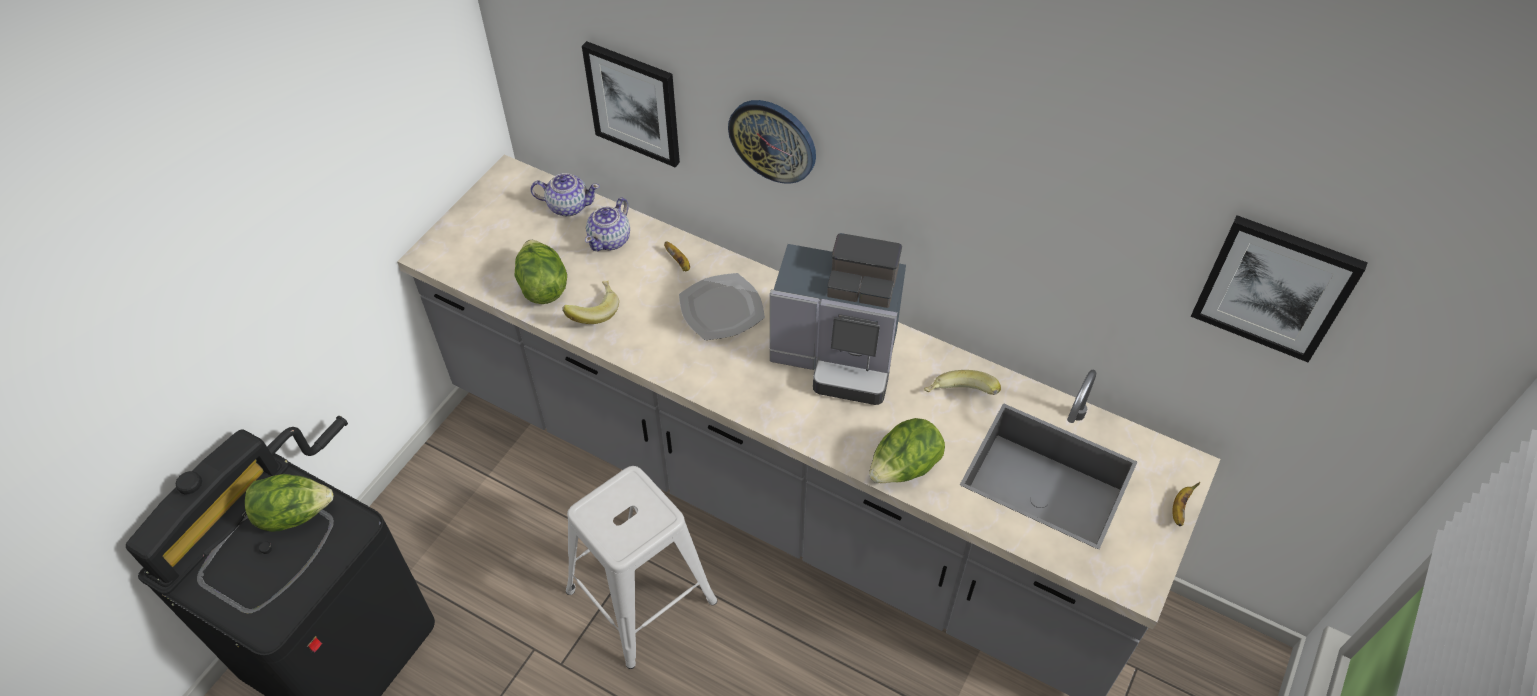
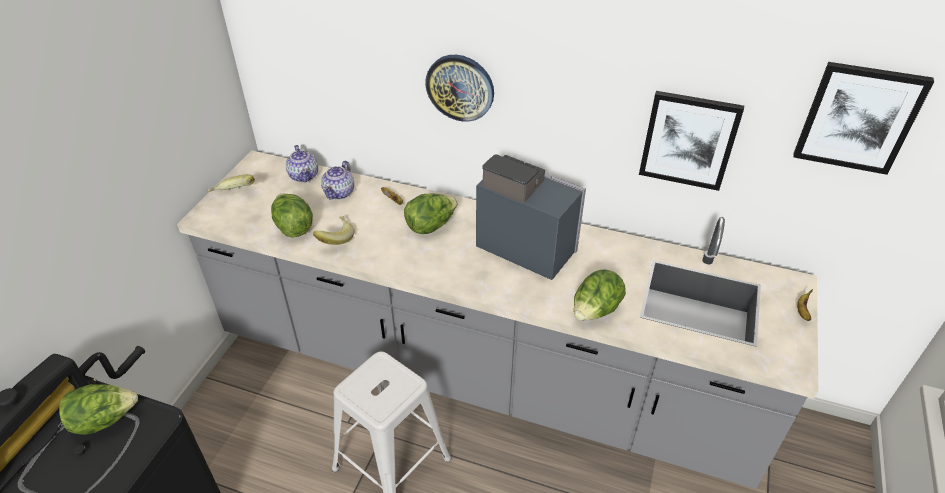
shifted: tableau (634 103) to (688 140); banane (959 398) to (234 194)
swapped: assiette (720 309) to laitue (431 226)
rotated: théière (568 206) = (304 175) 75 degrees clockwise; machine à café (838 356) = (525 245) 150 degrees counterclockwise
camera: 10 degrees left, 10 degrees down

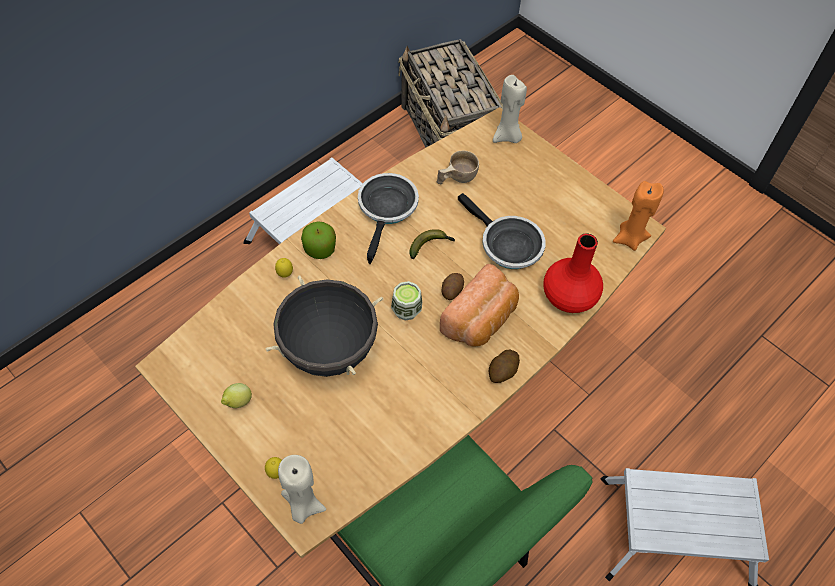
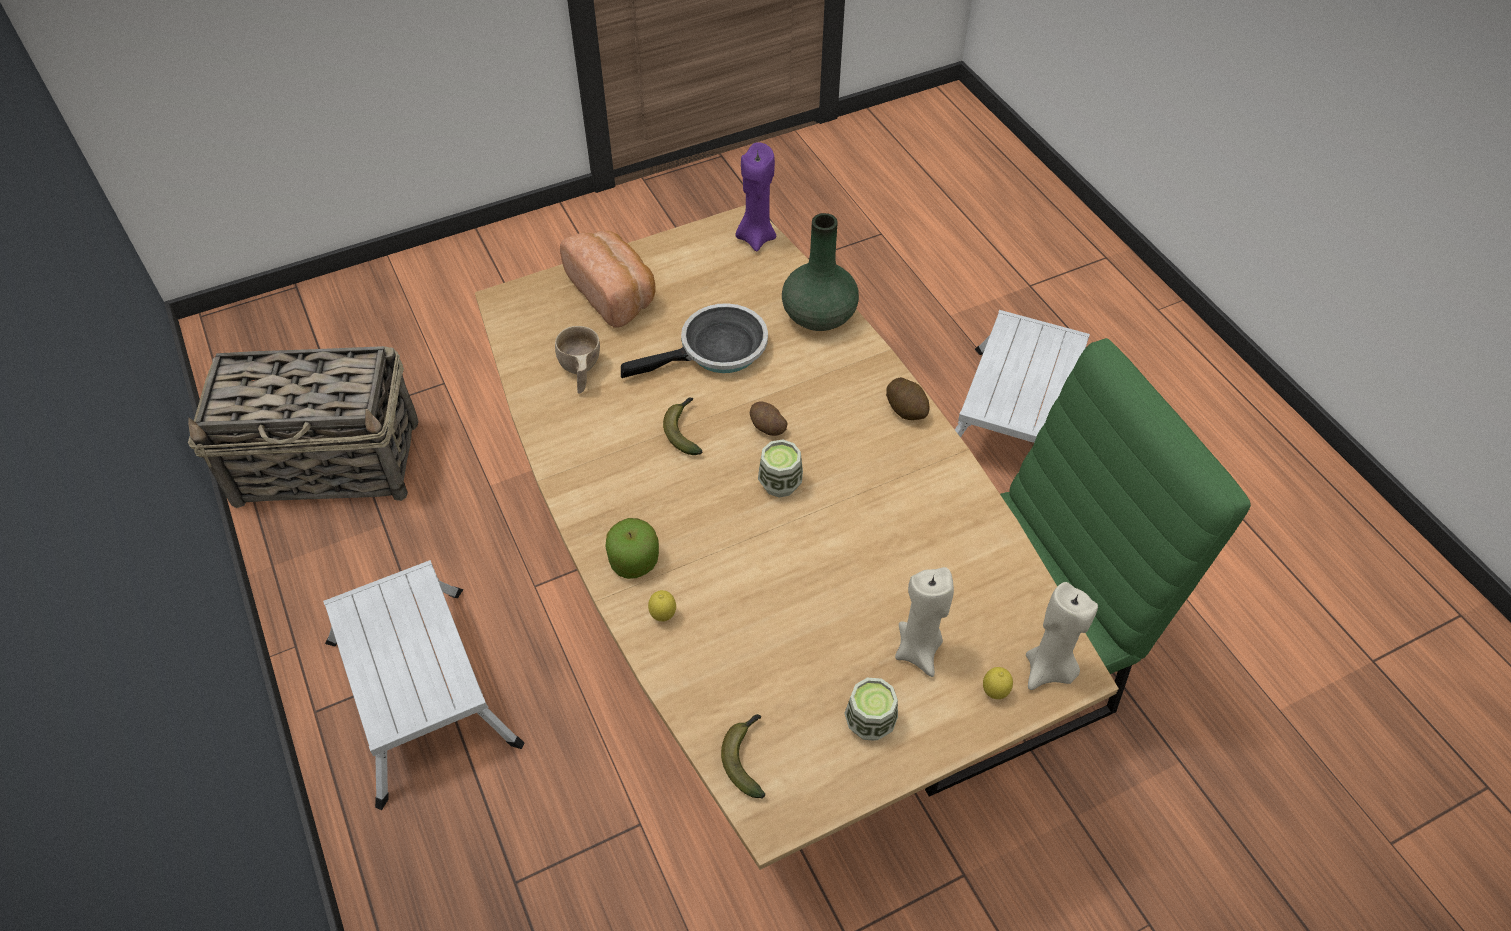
gone: poêle (387 210); marmite [noir] (328 349)
new: banane (747 757)
shifted: bougie [beige] (507 137) to (919 650); pain (481 320) to (614 293)
swapped: citron (238 402) to tasse (869 722)
repainted: bougie [orange] (629 239) to bougie [violet] (756 237); vase [rouge] (568 297) to vase [vert] (818 317)
camera: 70 degrees left, 5 degrees down

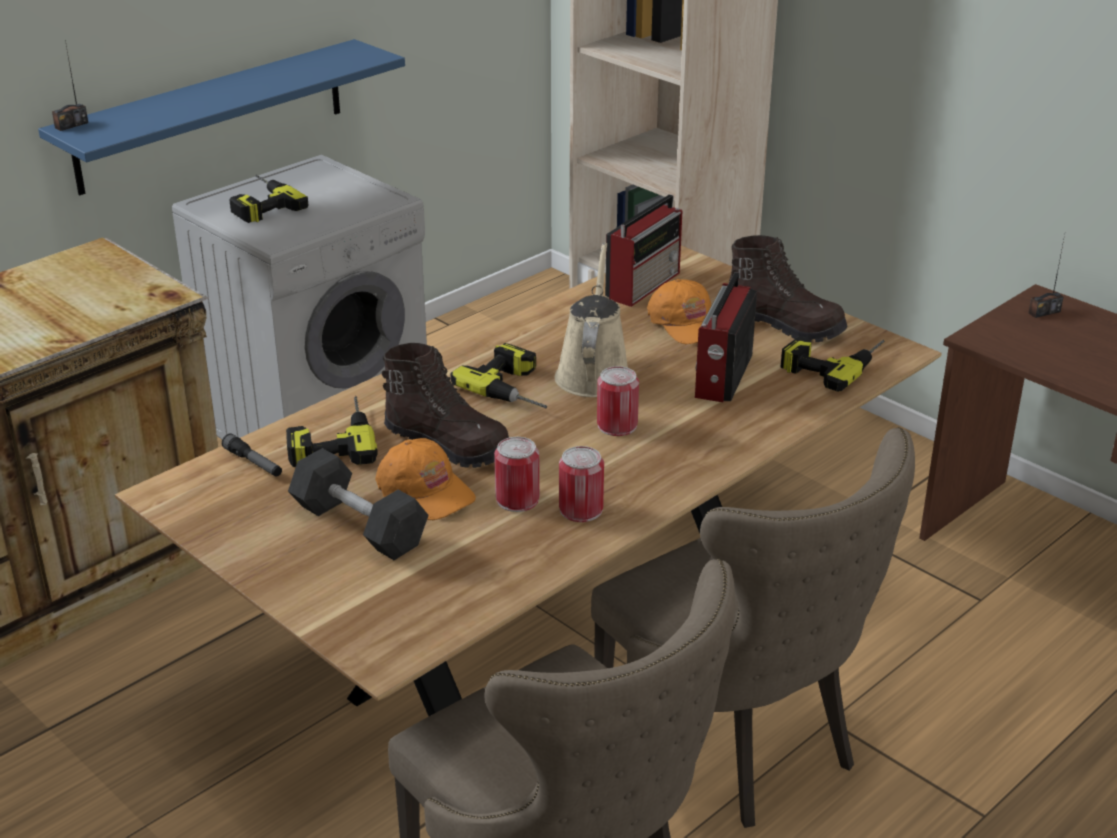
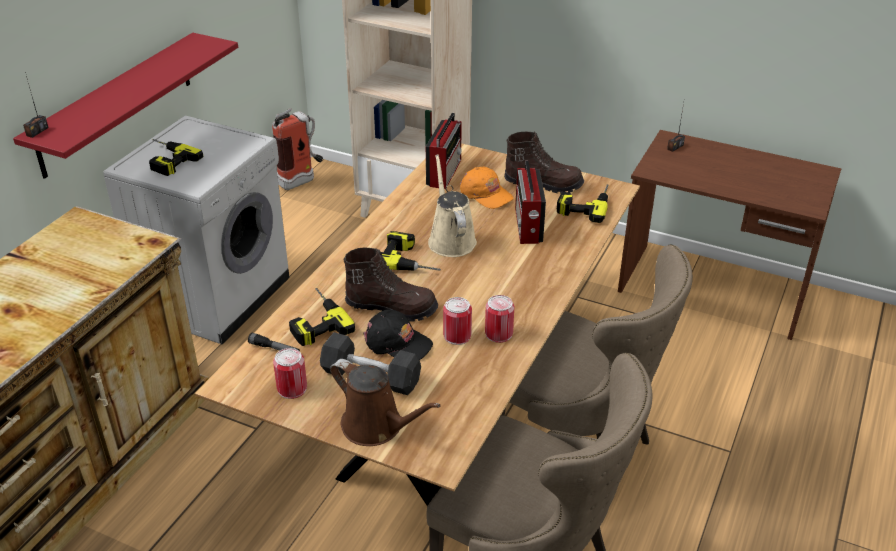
new: extincteur (302 180); arrosoir [marron] (376 427)
shifted: boîte métallique (617 425) to (292 388)
repainted: étagère [bleu] (211 116) to étagère [rouge] (116 104); casquette [orange] (425 490) to casquette [noir] (397 343)
camera: 20 degrees left, 5 degrees up

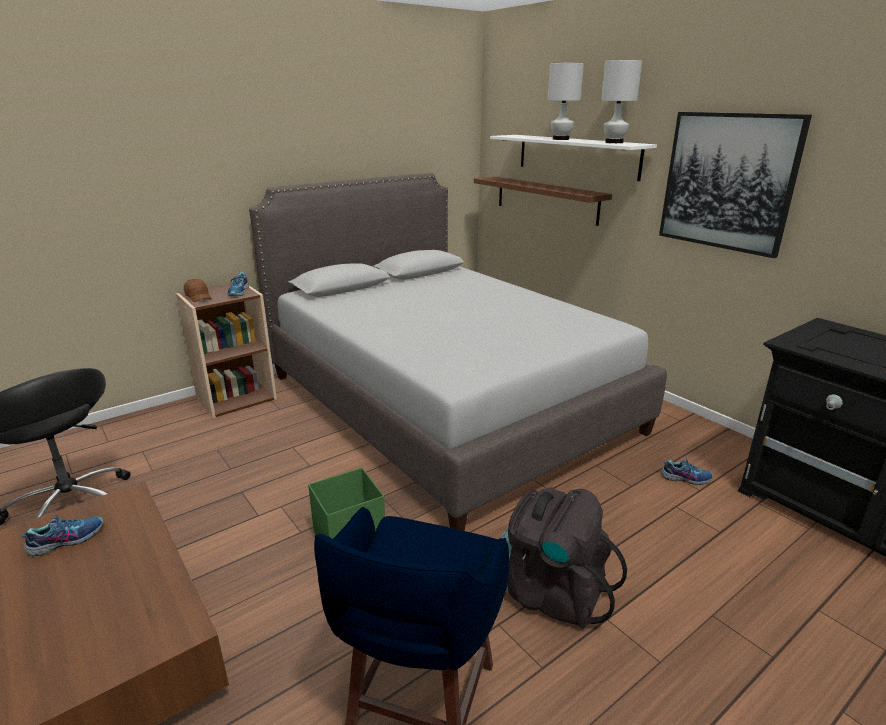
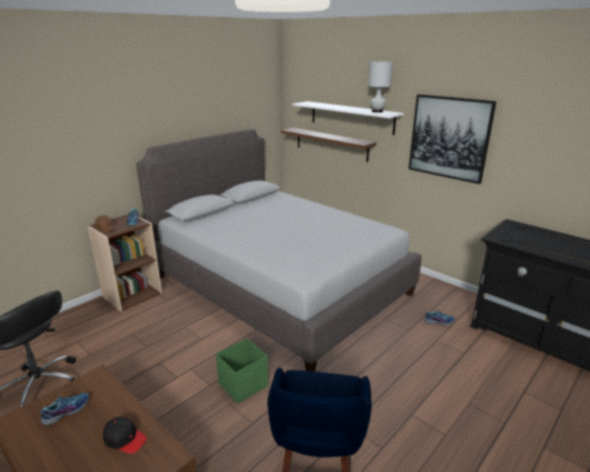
gone: lampe de table [blanc] (560 139); sac à dos [noir] (552 592)
new: casquette [noir] (125 439)
camera: 10 degrees left, 0 degrees up

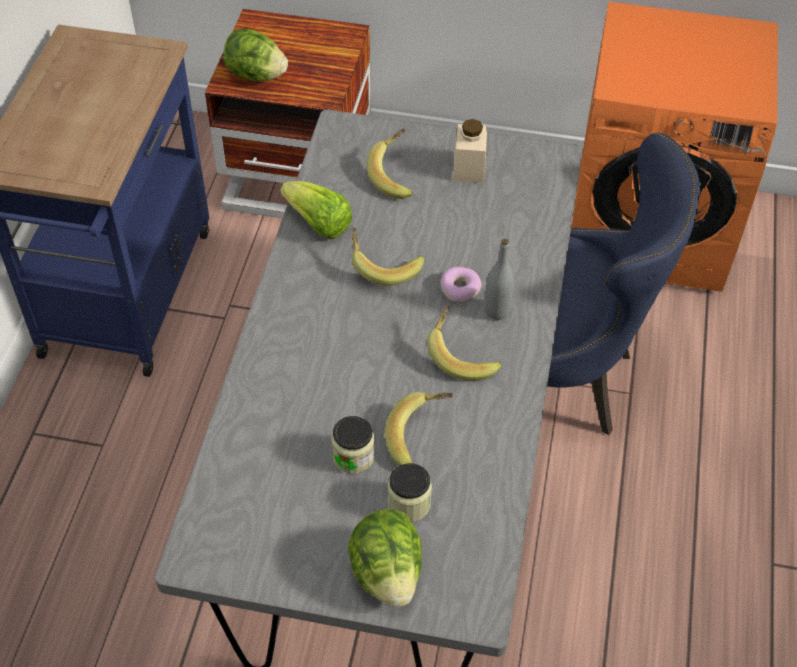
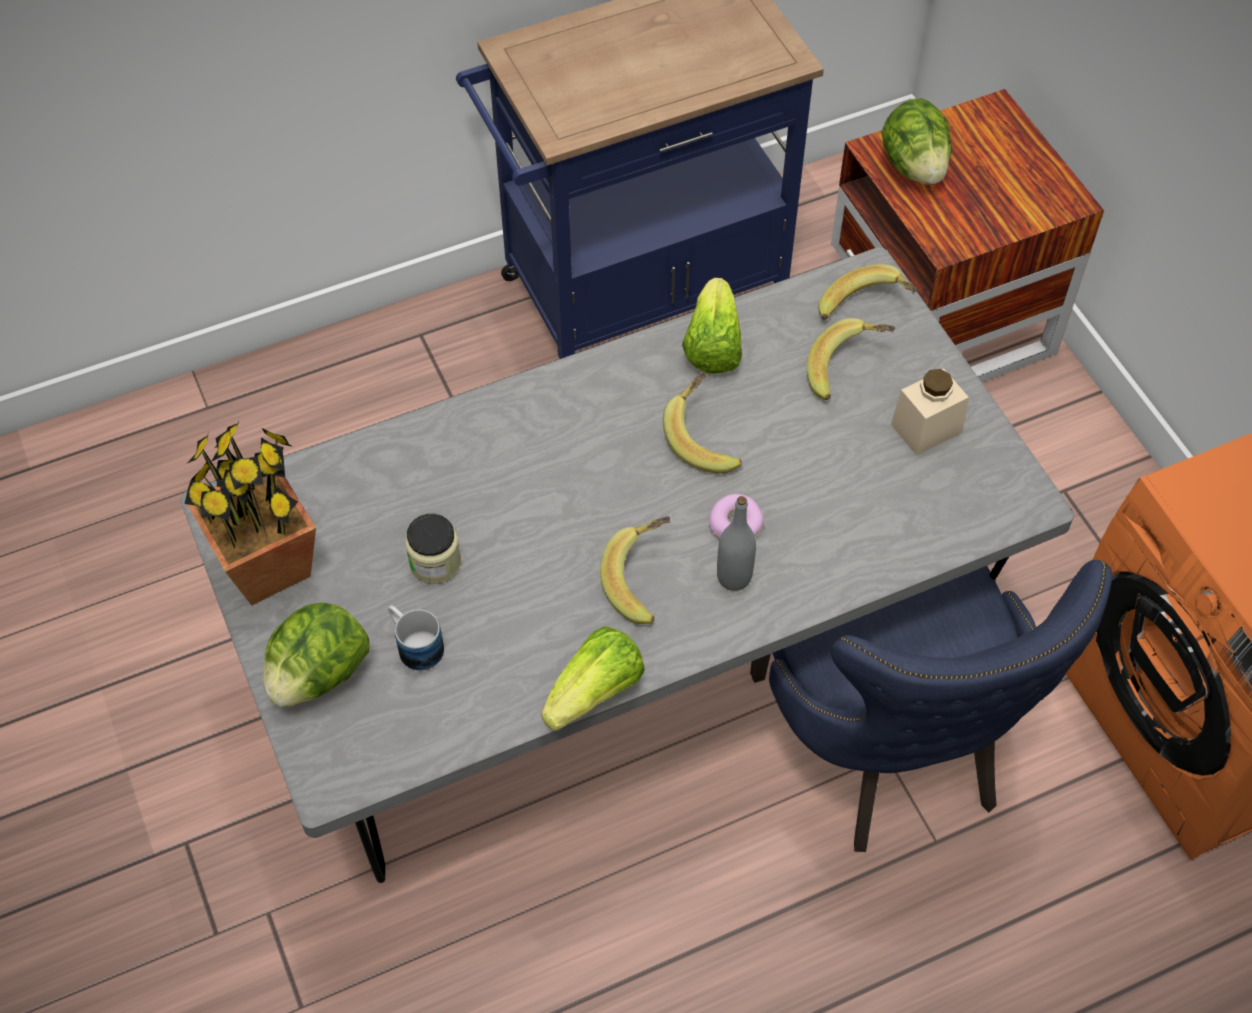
new: plante en pot (266 566); laitue (595 692)
shifted: banane (420 437) to (866 310)
swapped: bocal (409 504) to mug (414 645)
camera: 55 degrees right, 5 degrees up

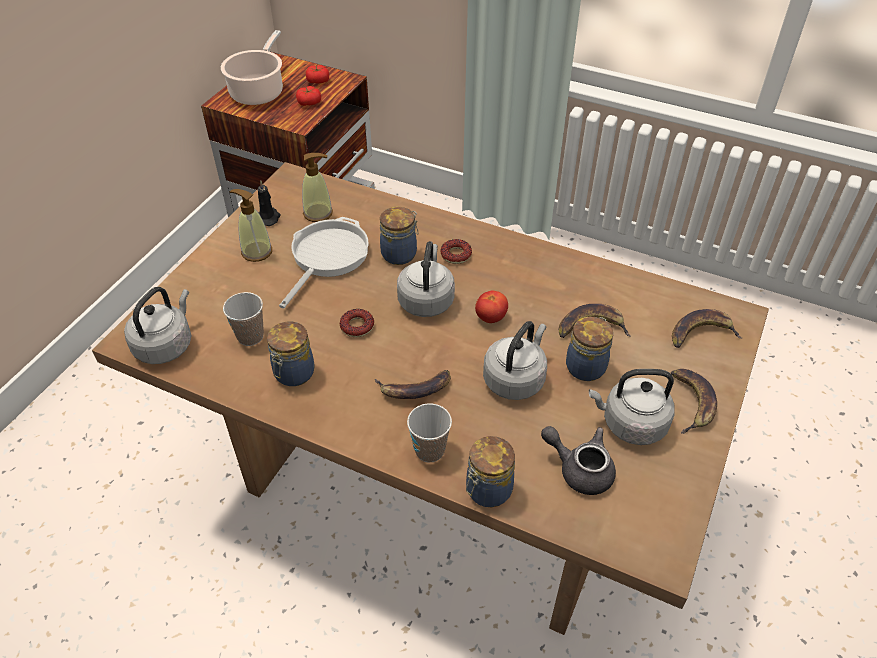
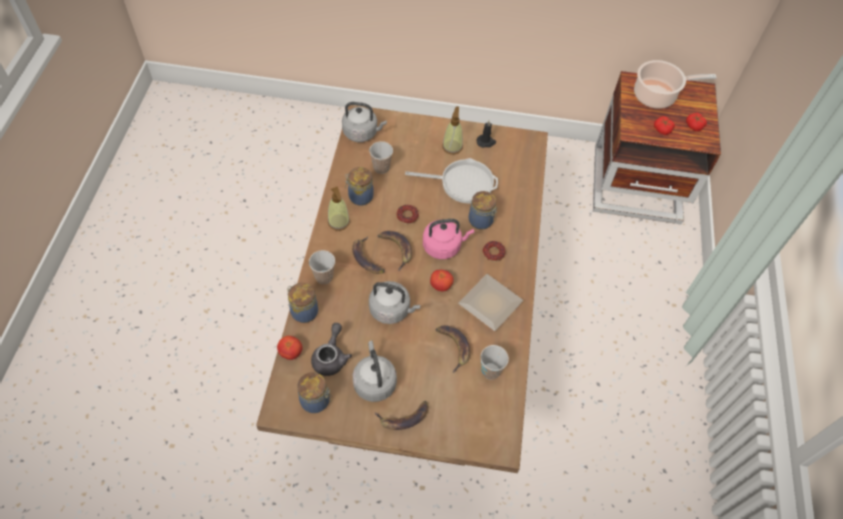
new: assiette (487 304); tomate (291 352); tasse (490 371)
shifted: distributeur de savon (318 213) to (339 222); banane (701 333) to (396 249); bocal (586 366) to (316 401)
repainted: bouilloire [gris] (426 300) to bouilloire [rose] (444 246)
camera: 70 degrees right, 10 degrees up

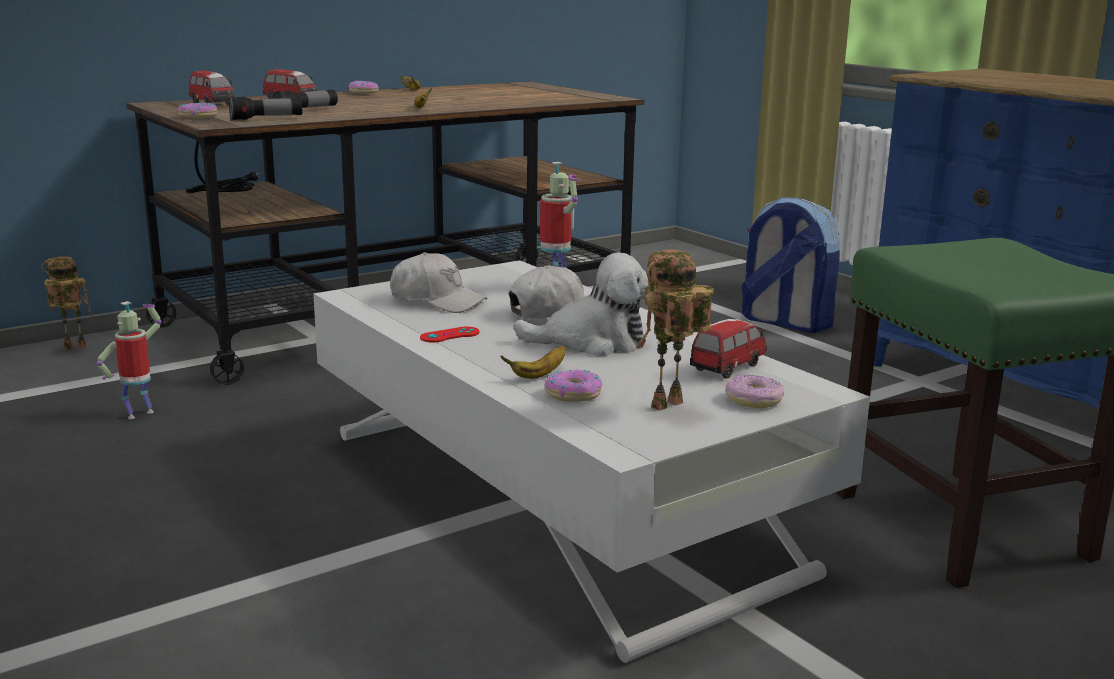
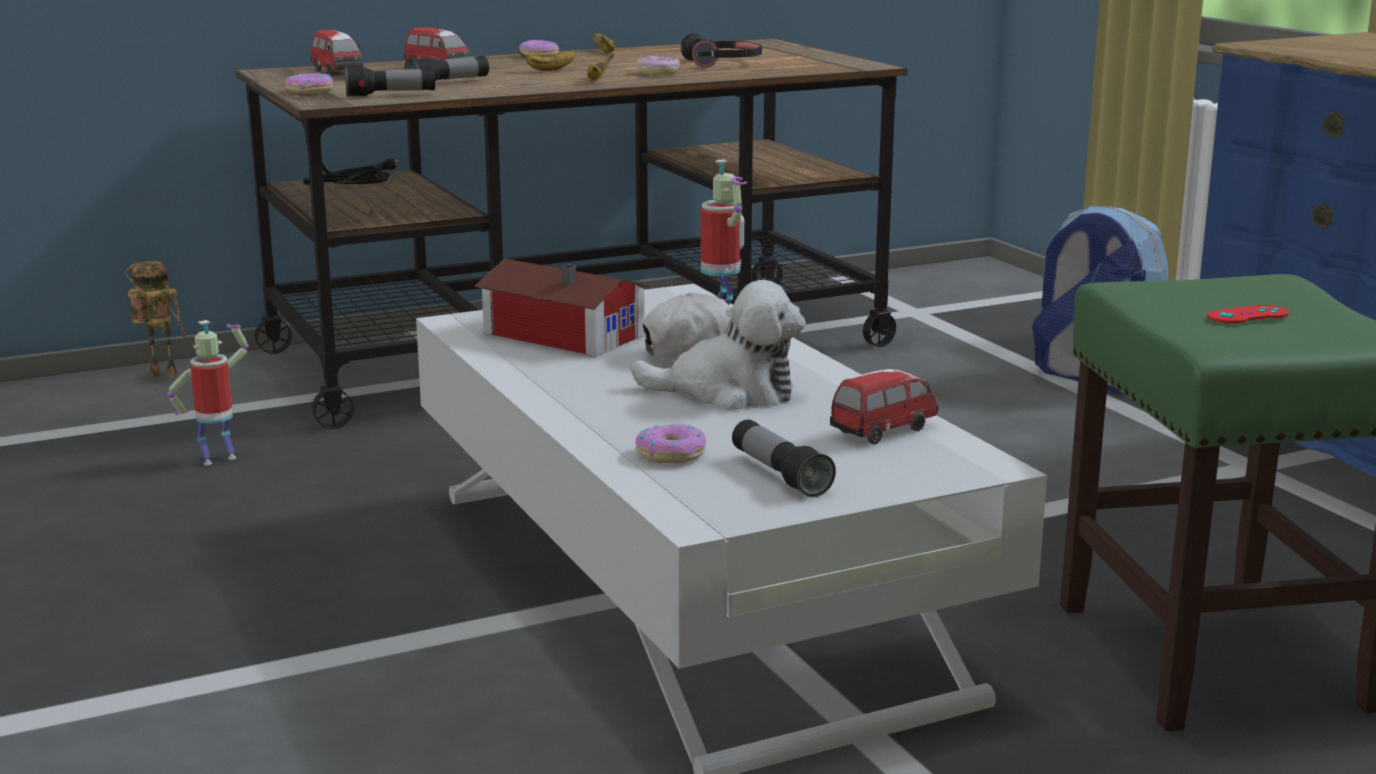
new: casque audio [noir] (723 63)
shifted: manette [rouge] (450 335) to (1247 315); banane (539 375) to (550 70); beignet (754 400) to (658 72)
swapped: robot jouet (668 407) to lampe de poche (779 475); casquette [blanc] (437 300) to maison miniature (562 333)
camera: 10 degrees right, 0 degrees up

